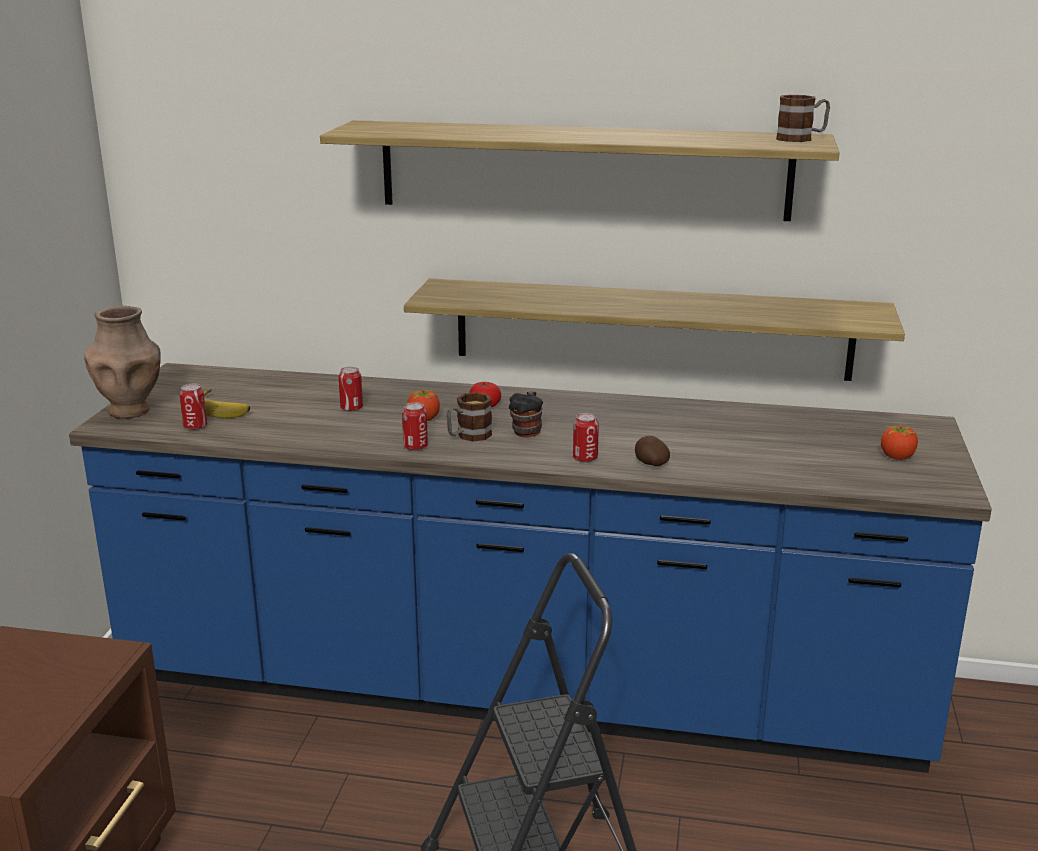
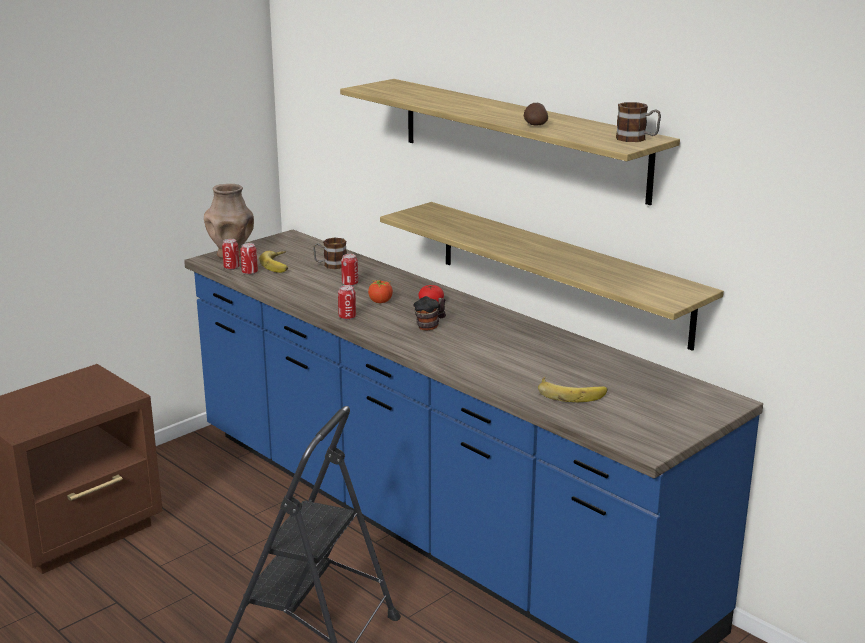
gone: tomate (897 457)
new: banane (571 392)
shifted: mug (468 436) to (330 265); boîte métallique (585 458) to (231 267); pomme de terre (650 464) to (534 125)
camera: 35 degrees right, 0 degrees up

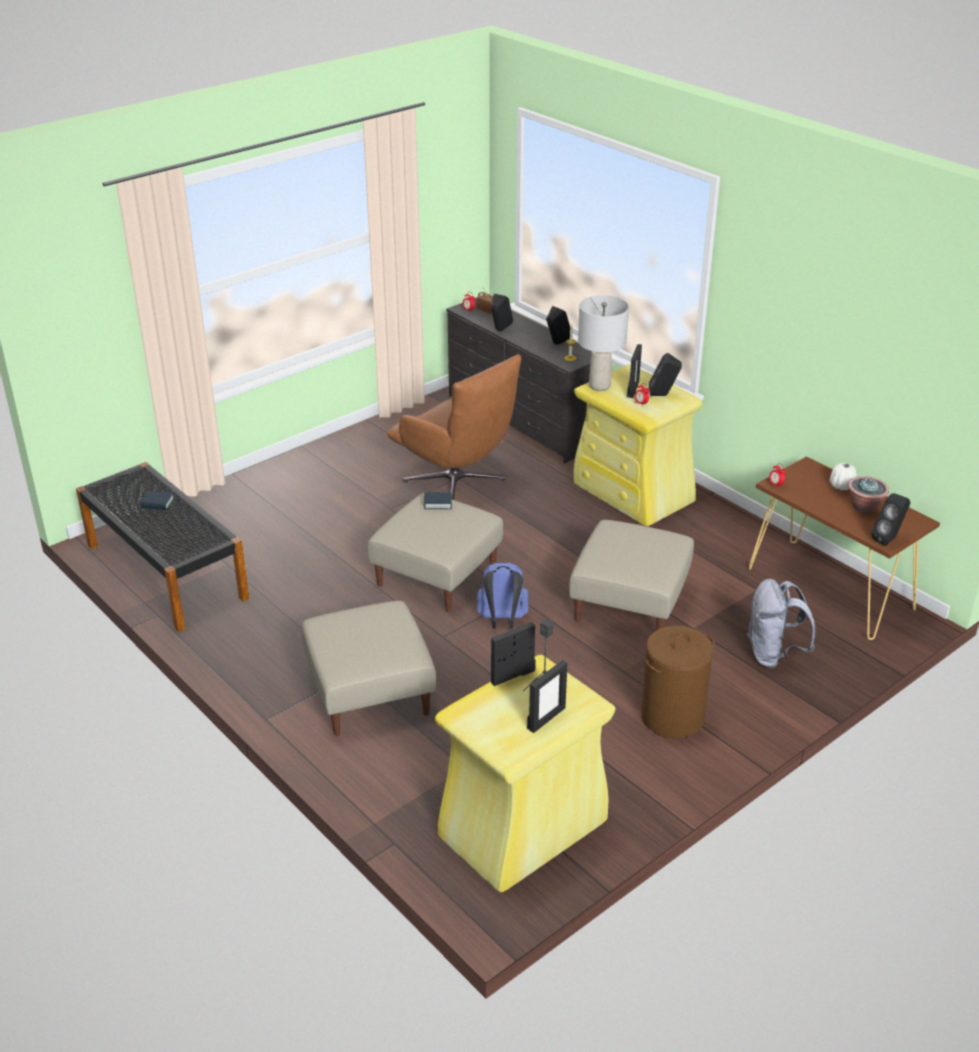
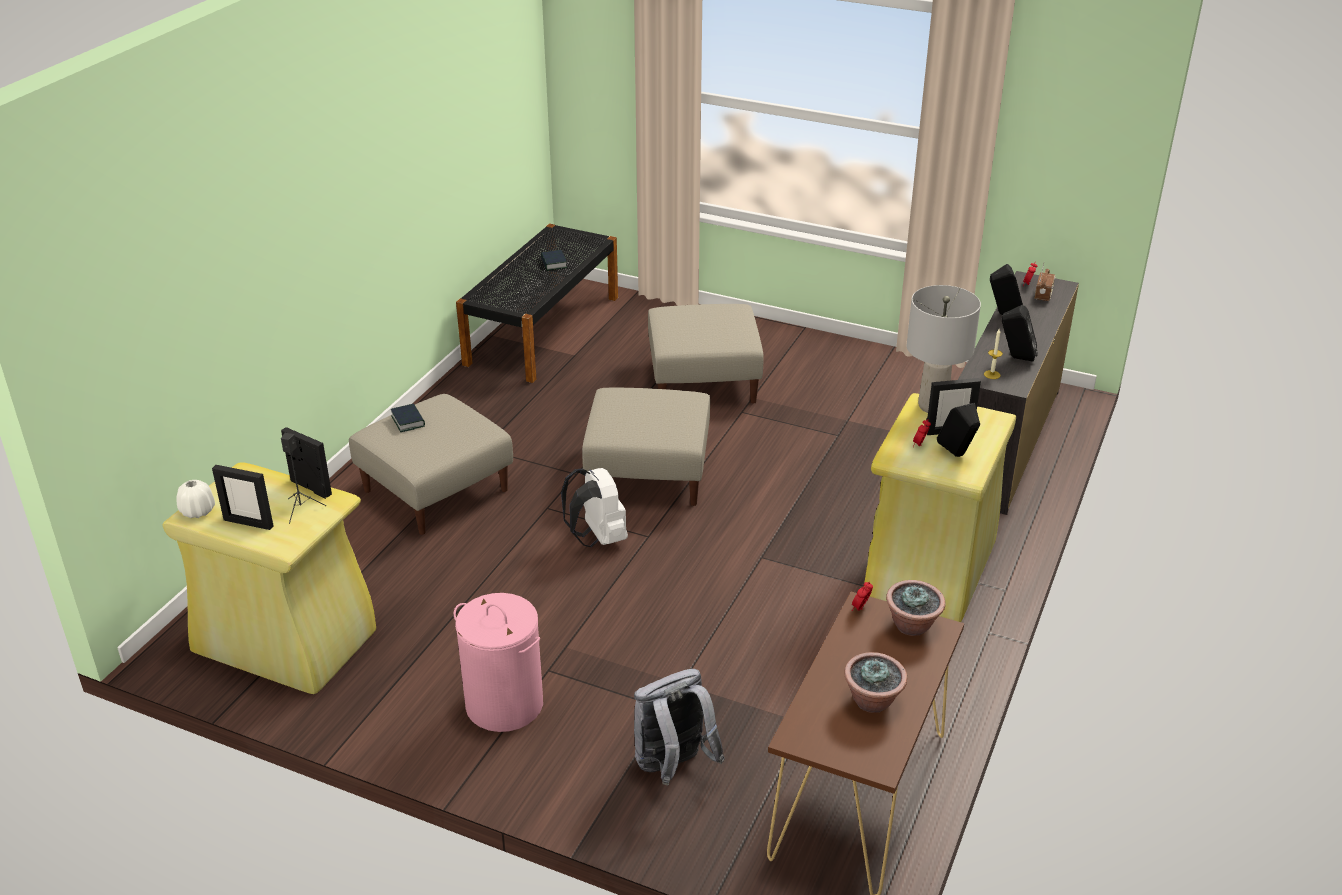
gone: fauteuil [marron] (455 480); enceinte [noir] (888 539)
new: plante en pot (912 626)
shifted: vase [blanc] (841 486) to (198 511); livre (437 503) to (408 421); pouf [beige] (629 602) to (704 381)
repainted: sac à dos [bleu] (502 621) to sac à dos [blanc] (598 538); panier à linge [marron] (671 717) to panier à linge [rose] (504 704)
camera: 65 degrees right, 0 degrees up

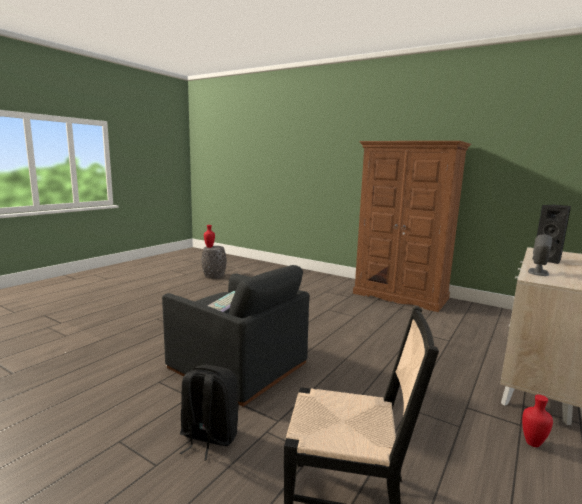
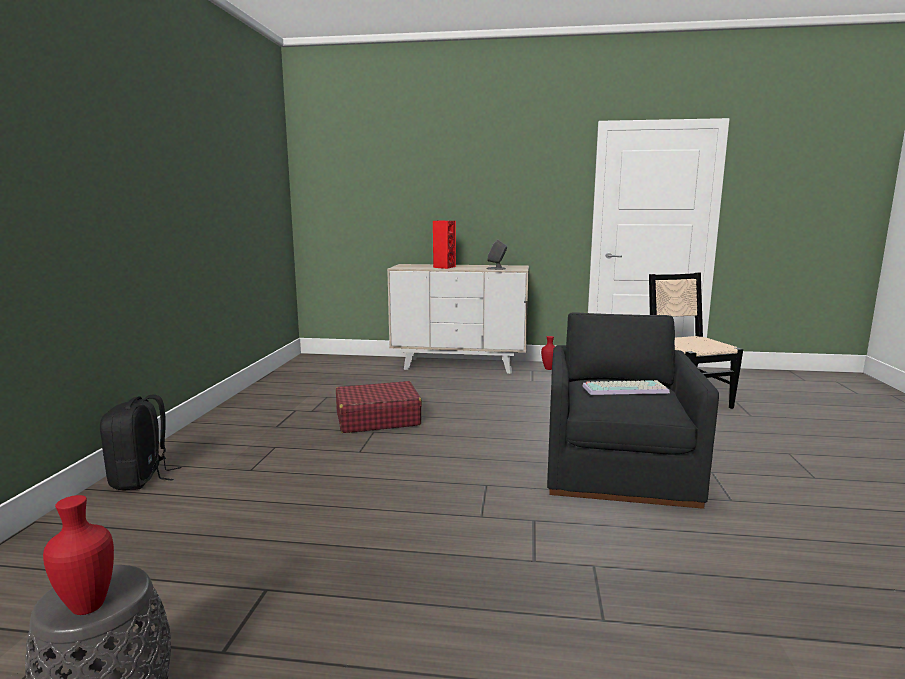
gone: armoire [marron] (400 296)
new: valise [rouge] (377 419)
shifted: sac à dos [noir] (208 437) to (141 479)
repainted: enceinte [noir] (548 260) to enceinte [rouge] (444 267)
camera: 115 degrees left, 0 degrees up

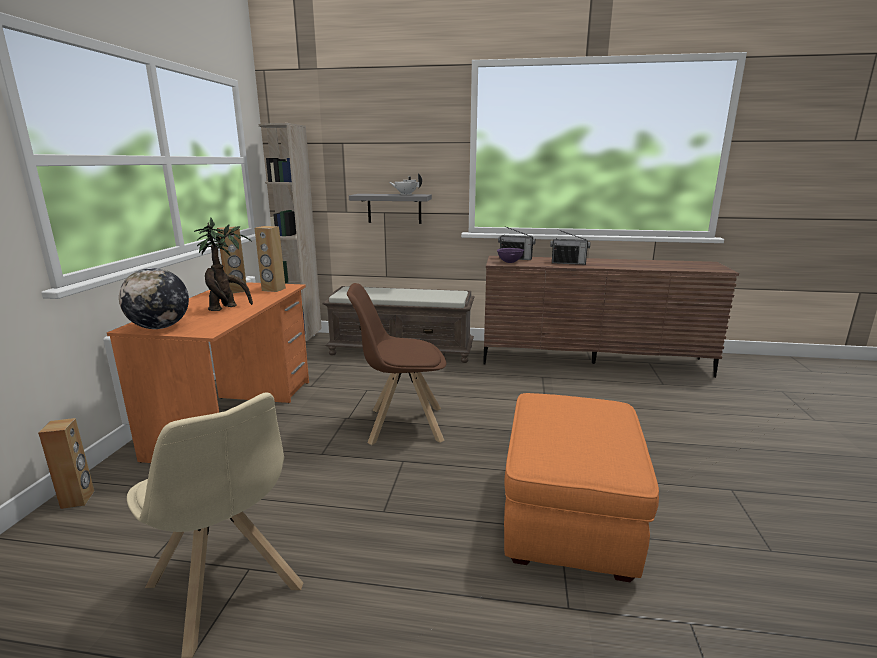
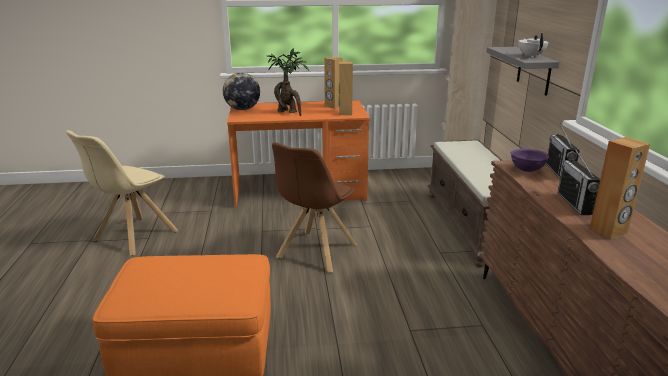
shifted: enceinte [marron] (78 499) to (608 231)
rotated: chaise [marron] (401 425) = (315 253) 135 degrees counterclockwise
camera: 75 degrees right, 5 degrees up

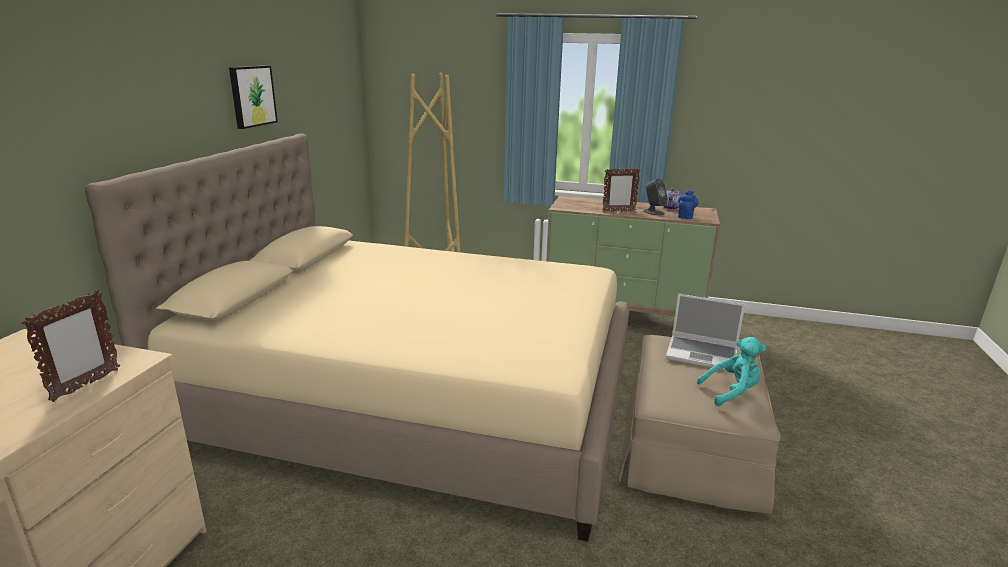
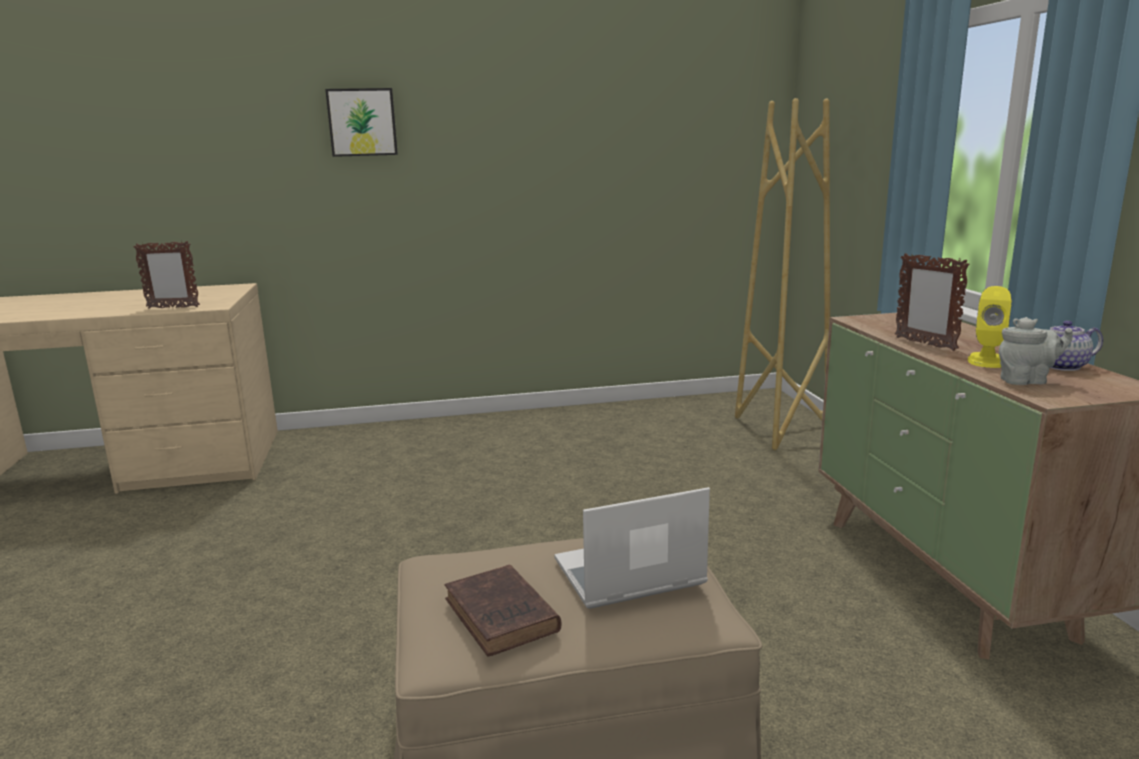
gone: lit [beige] (413 400)
shifted: tableau (252 96) to (362 122)
swapped: peluche [turquoise] (731 392) to livre [marron] (502 617)
repainted: enceinte [gris] (653 212) to enceinte [jaune] (987 360); théière [bleu] (685 216) to théière [gris] (1026 381)
rotated: ordinateur portable (702 354) = (628 575) 75 degrees clockwise
camera: 65 degrees right, 5 degrees down

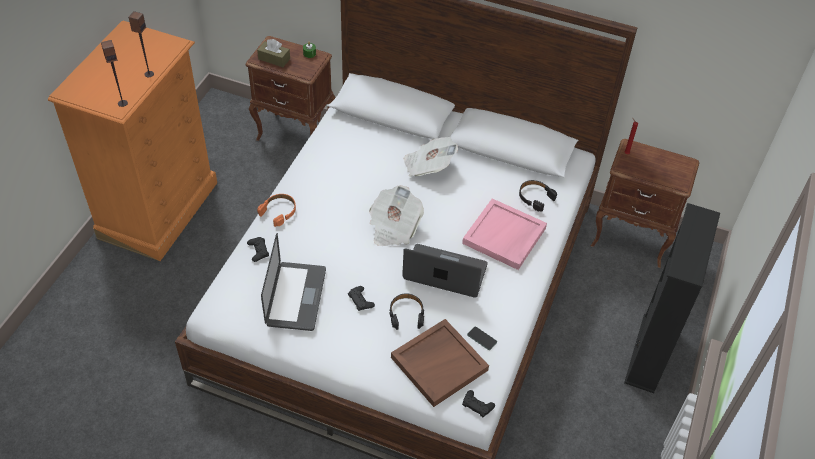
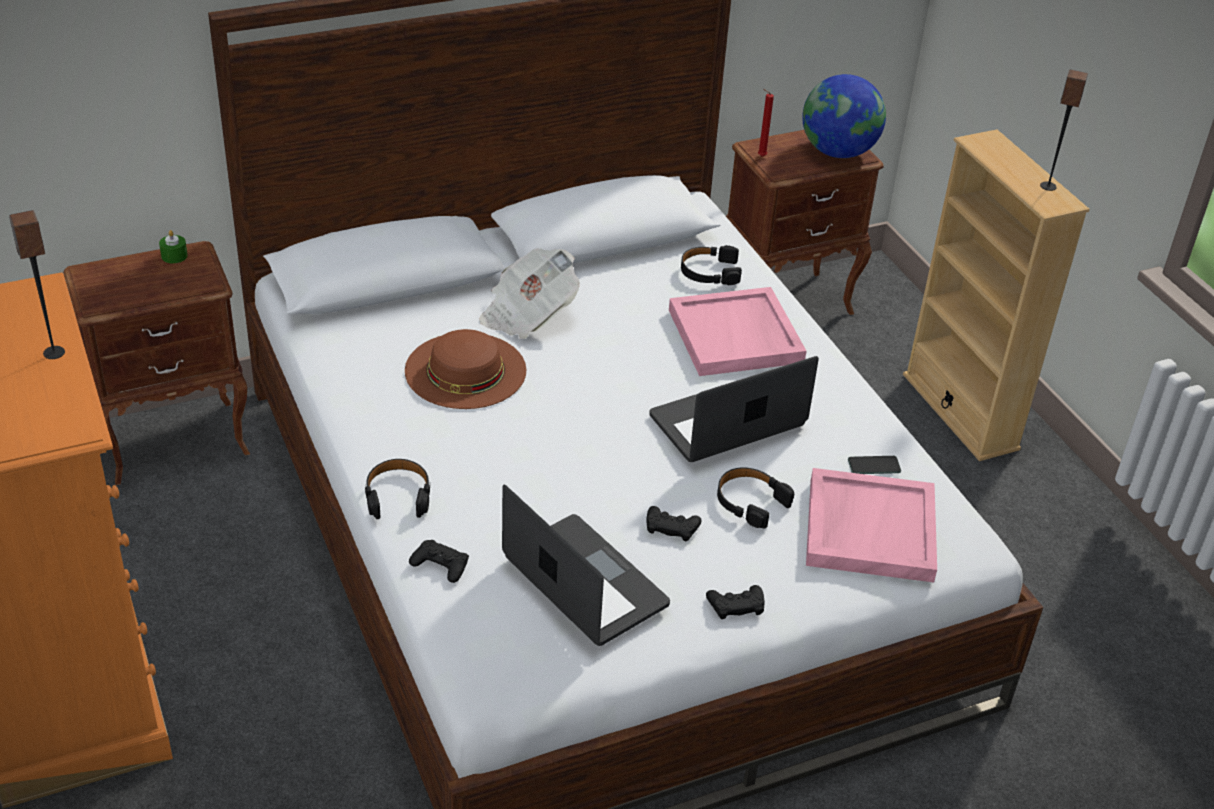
gone: boîte à mouchoirs [marron] (274 59); journal (393 227)
new: globe (838 152); chapeau [marron] (465 370)
shifted: enceinte (122 103) to (1047 186); manette [noir] (477 405) to (736 605)
repainted: casque audio [orange] (279 212) to casque audio [noir] (398 495); bibliothèque [noir] (649 353) to bibliothèque [beige] (960 411); plateau [marron] (439 363) to plateau [rose] (869 528)
camera: 45 degrees left, 10 degrees down

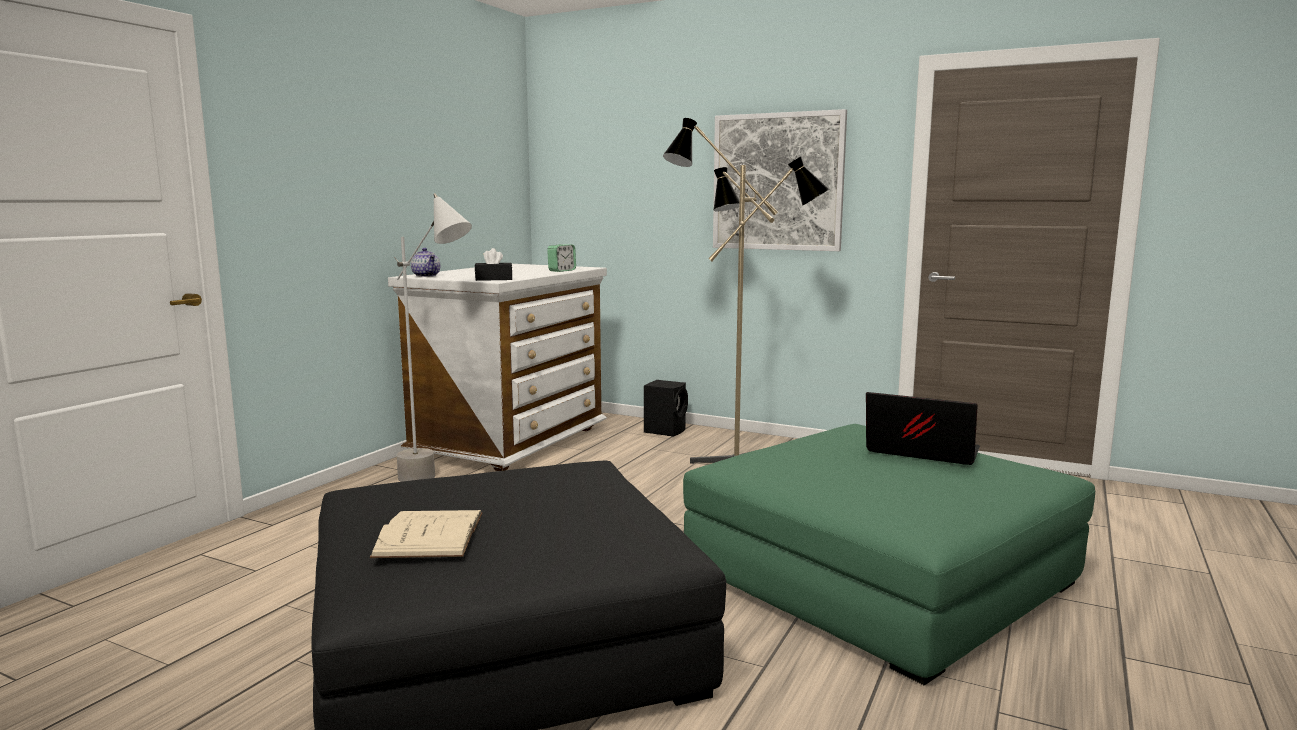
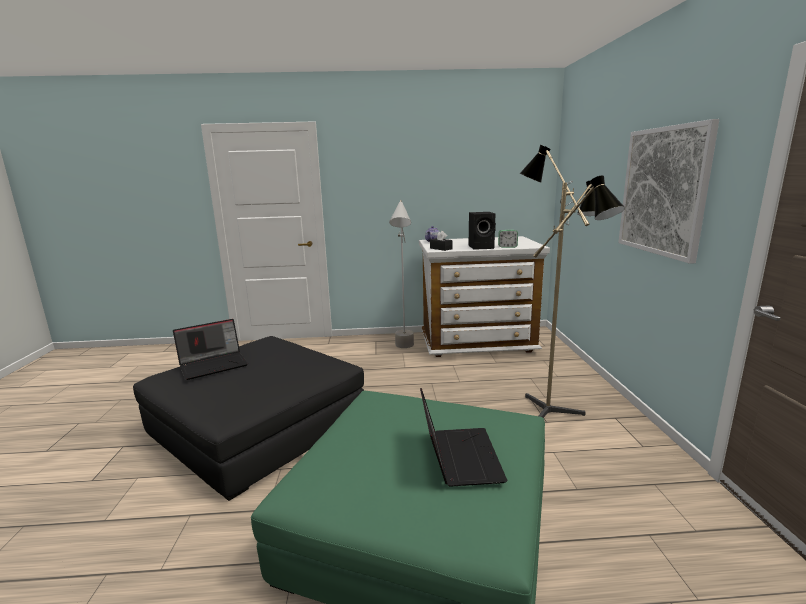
shifted: enceinte [noir] (666 431) to (482 247)
swapped: livre [beige] (430 534) to ordinateur portable (214 364)
camera: 60 degrees right, 5 degrees up

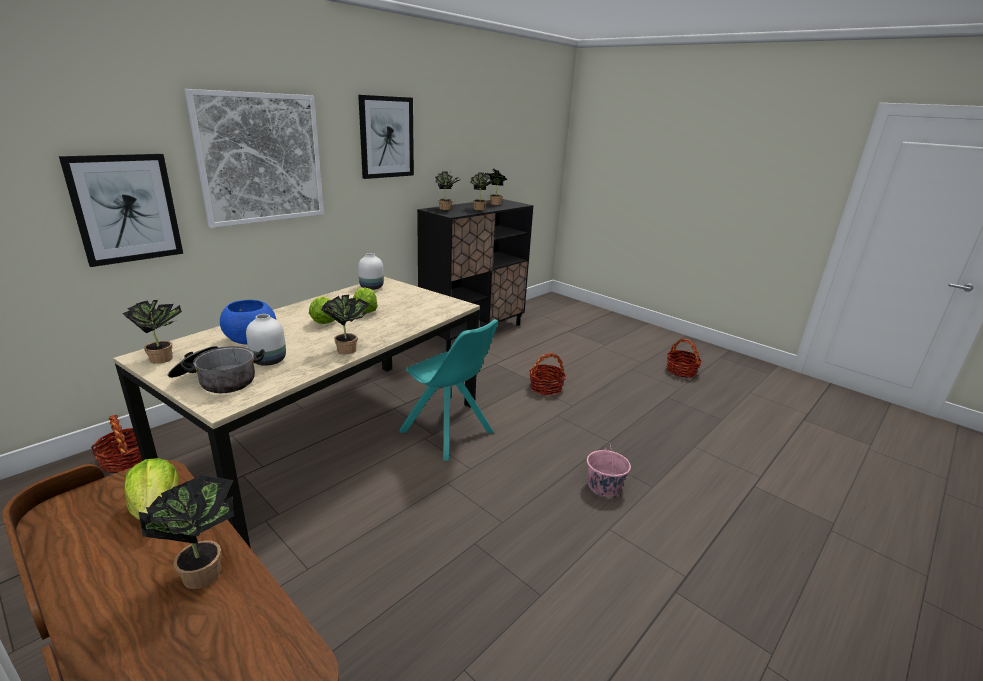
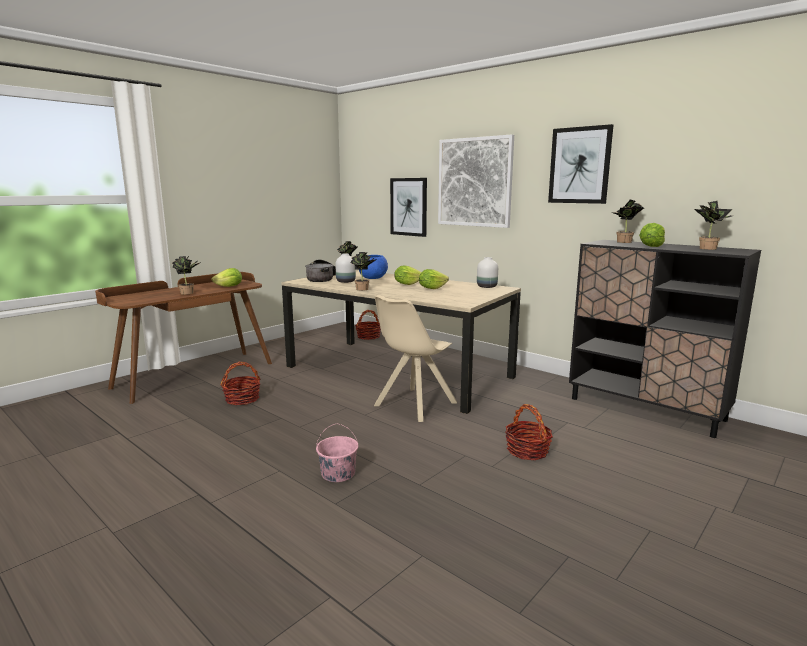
shifted: panier (681 371) to (242 399)
swapped: plante en pot (481 209) to laitue (651 246)
repainted: chaise [turquoise] (448 433) to chaise [beige] (414 405)
camera: 90 degrees right, 10 degrees down

